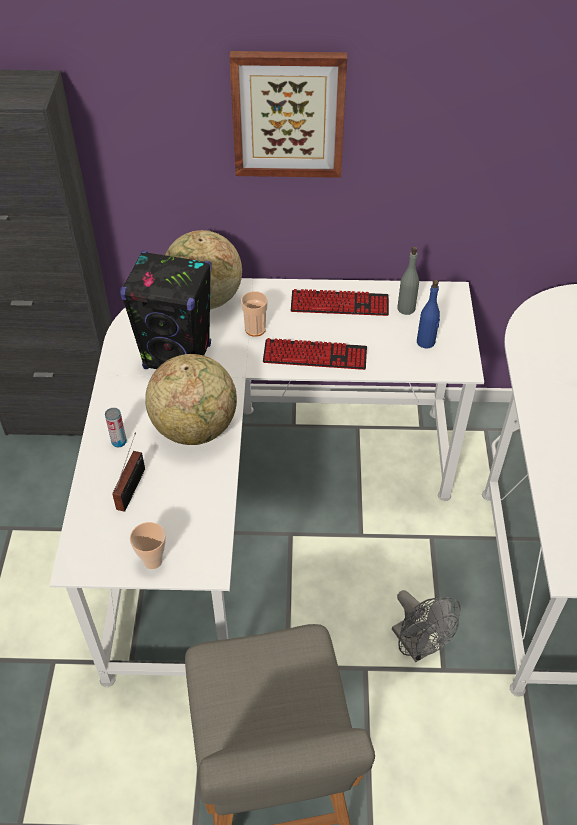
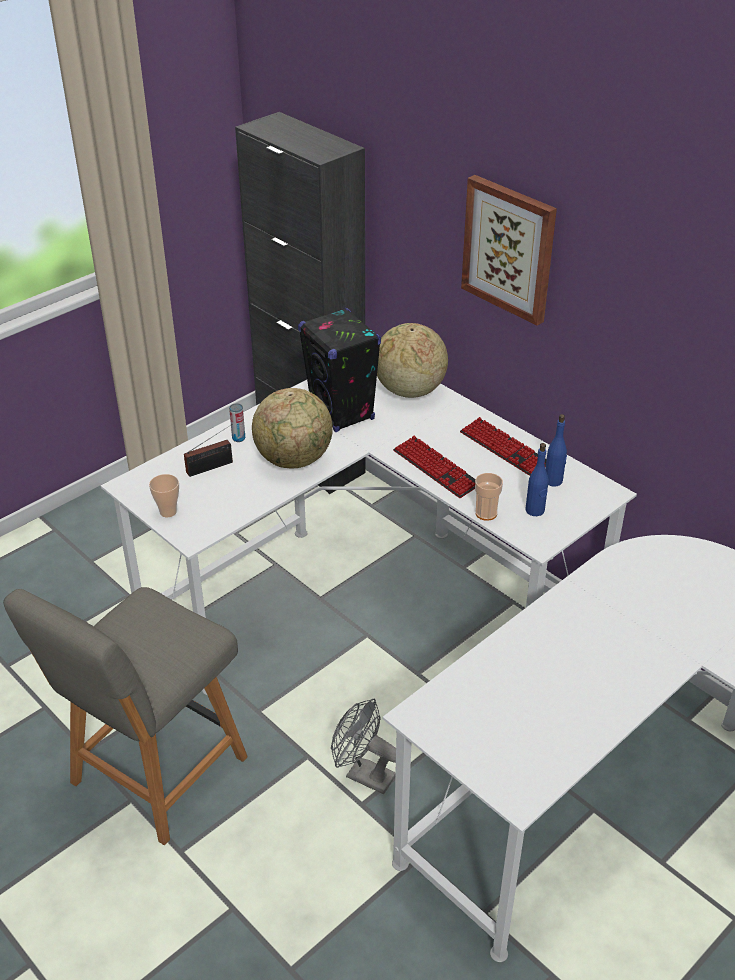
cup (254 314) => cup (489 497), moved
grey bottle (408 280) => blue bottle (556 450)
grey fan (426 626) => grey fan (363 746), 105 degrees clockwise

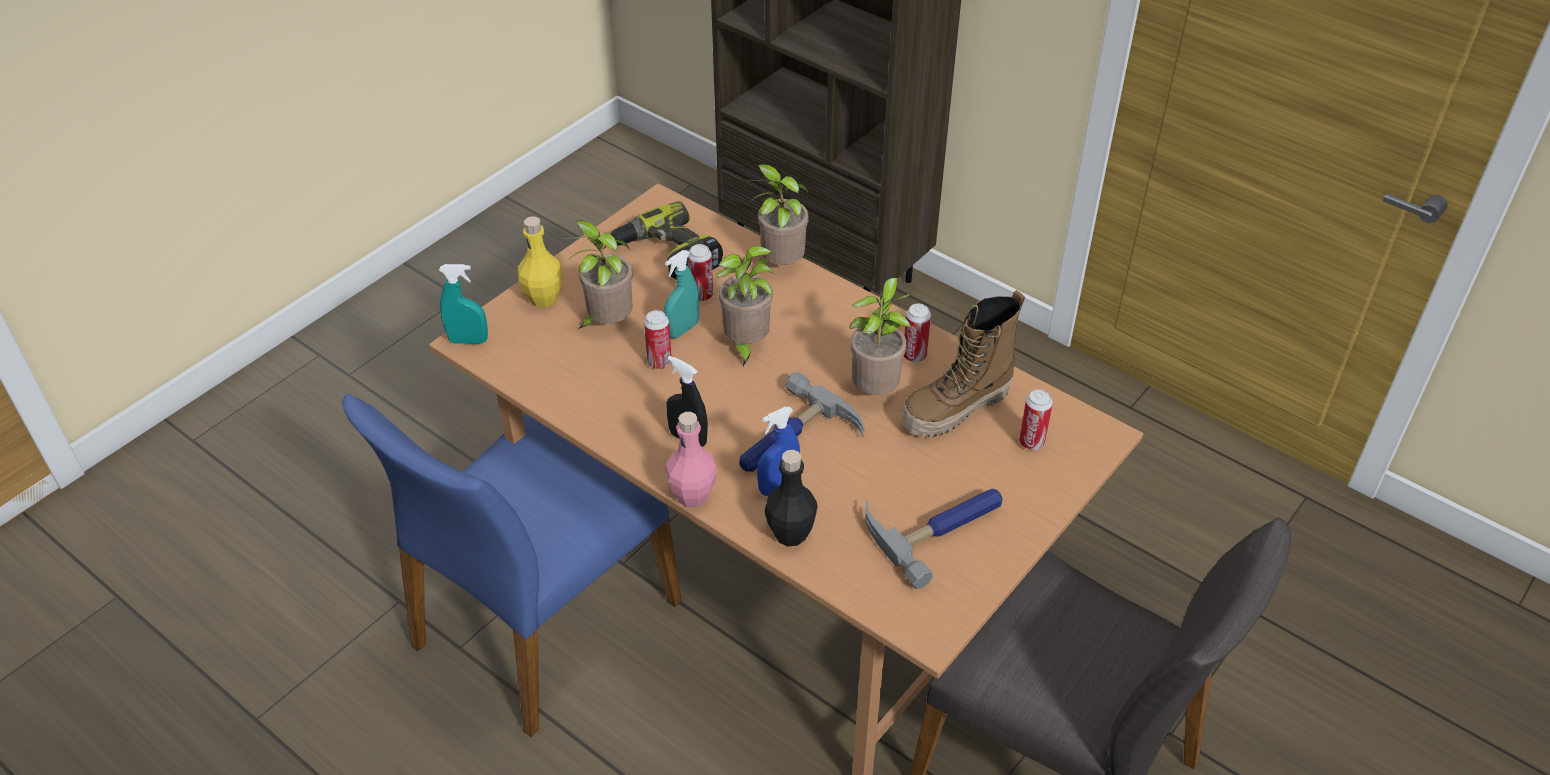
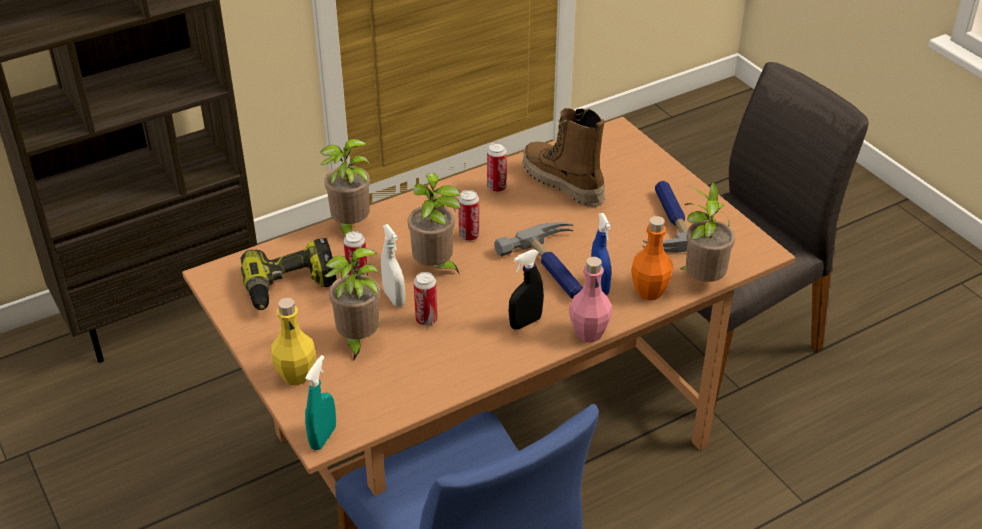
potted plant (880 336) => potted plant (707 231), moved
can (1036 419) => can (468 215), moved
turquoise spray bottle (681 294) => white spray bottle (393 265)
black bottle (791 498) => orange bottle (652 258)
boot (963 364) => boot (564 157), 150 degrees clockwise

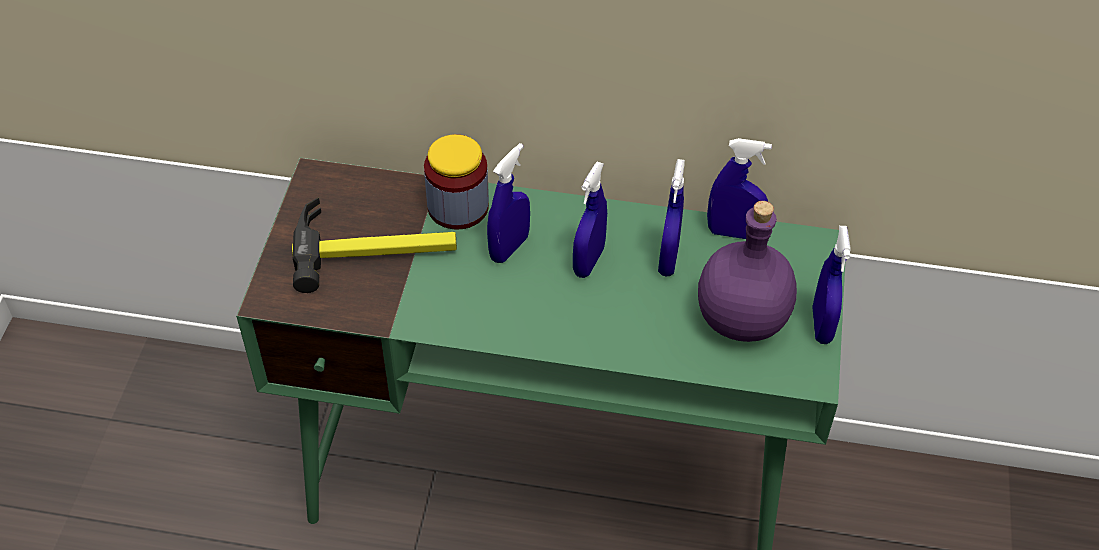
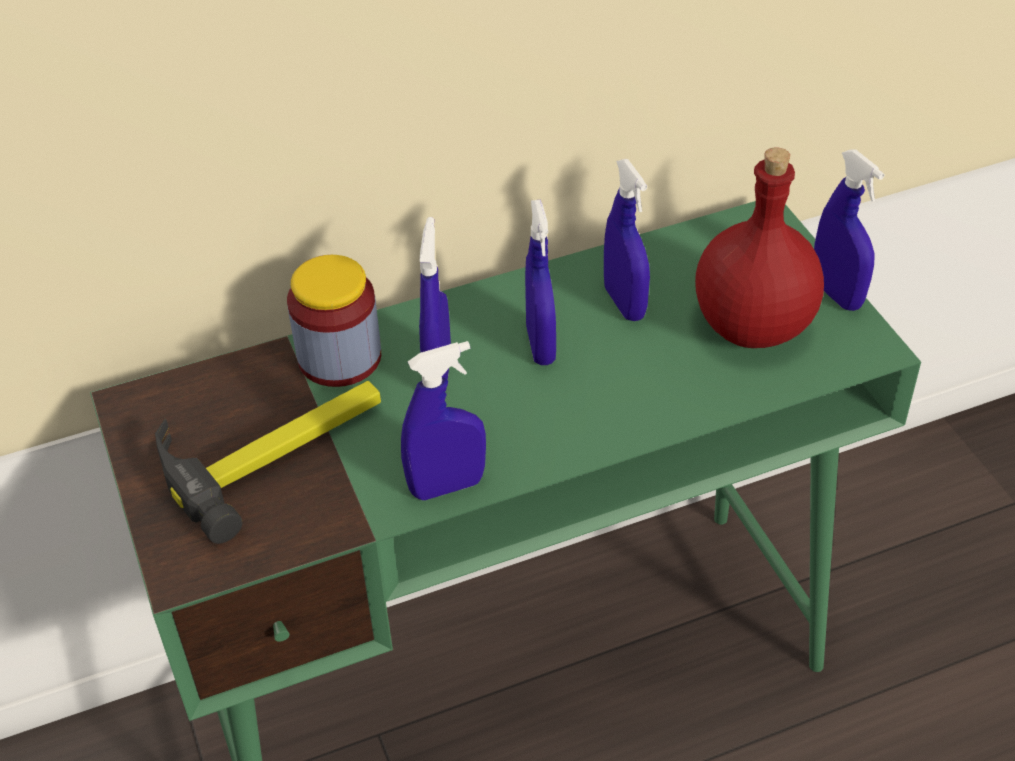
blue spray bottle (739 188) => blue spray bottle (443 420), moved
purple bottle (747 271) => red bottle (759 247)

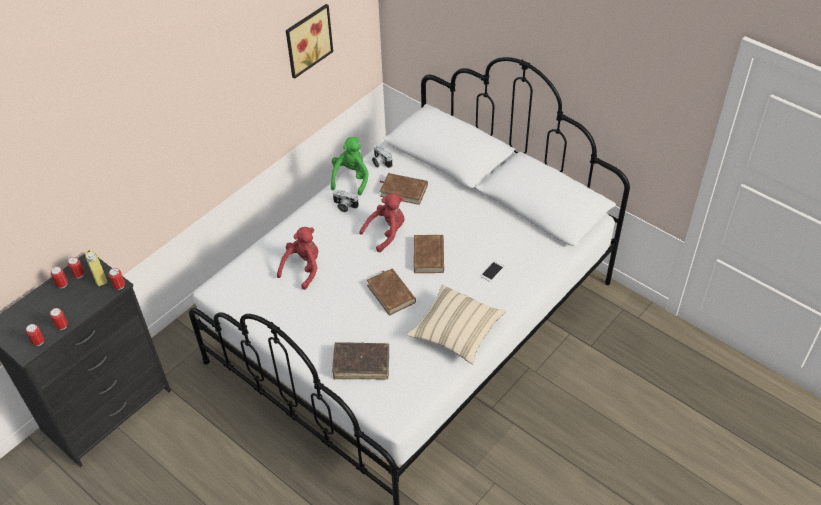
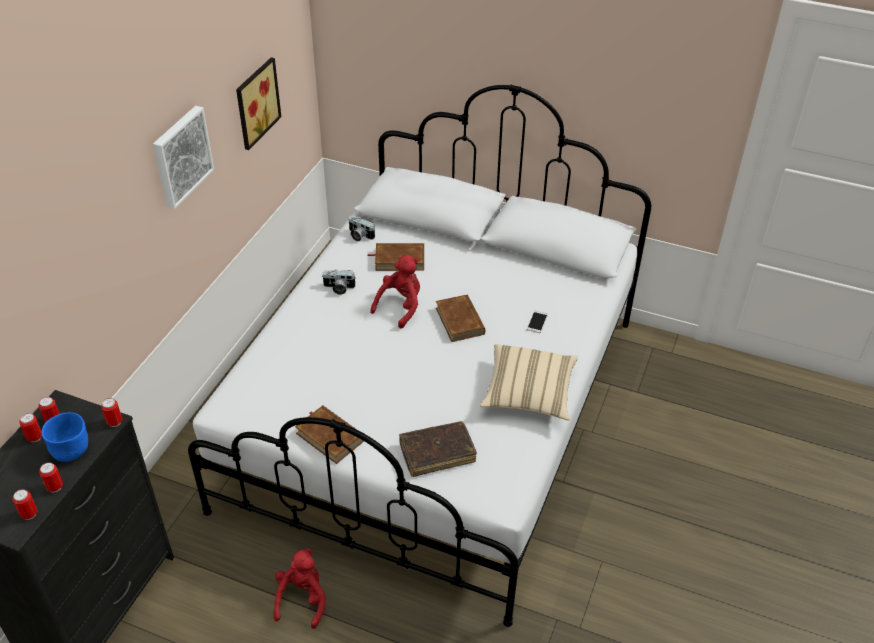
yellow bottle (96 268) => nothing
green plush toy (350 166) => nothing
nothing => blue bowl (65 437)
nothing => picture (183 157)
red plush toy (297 258) => red plush toy (299 588), moved
brown book (391 292) => brown book (329 434), moved

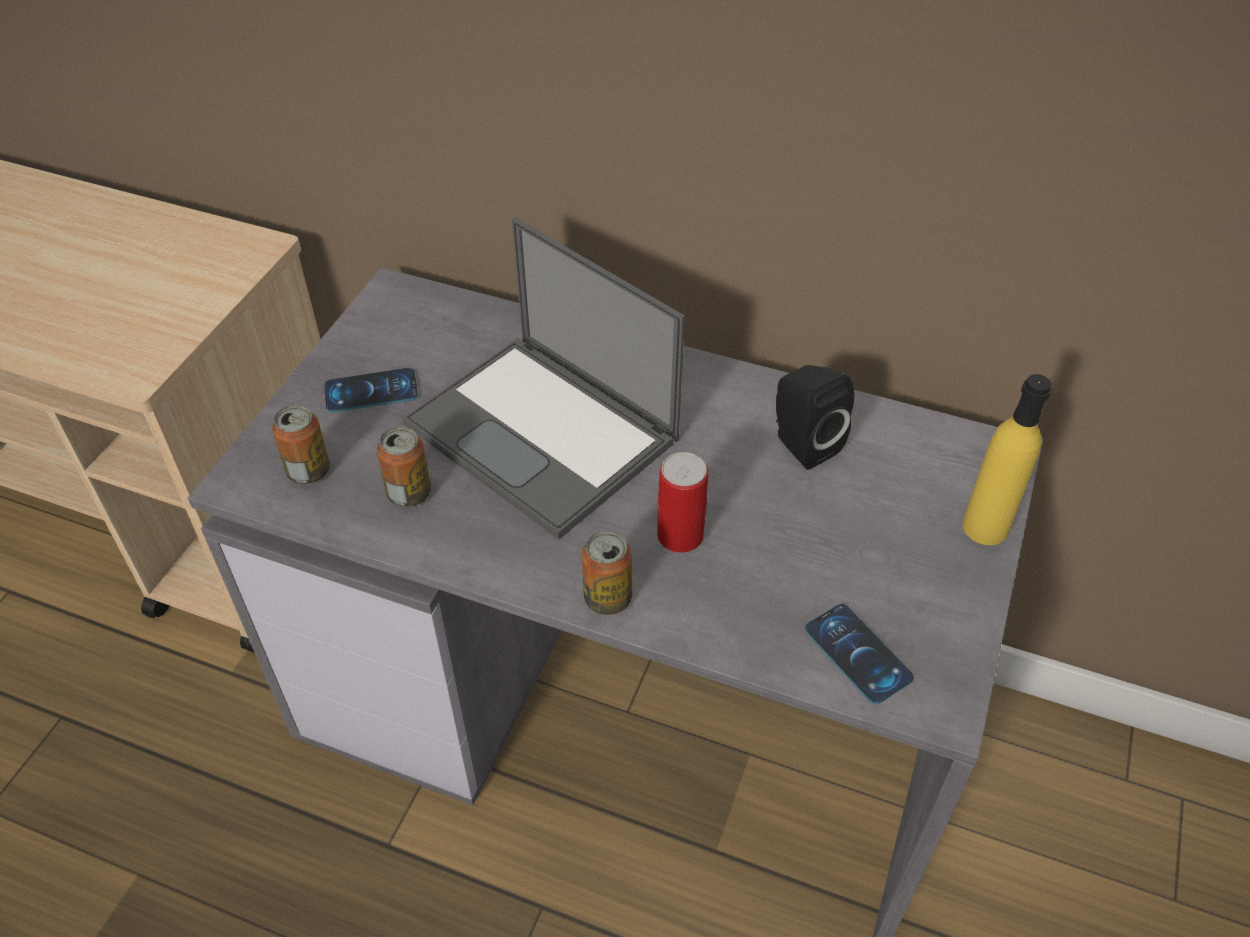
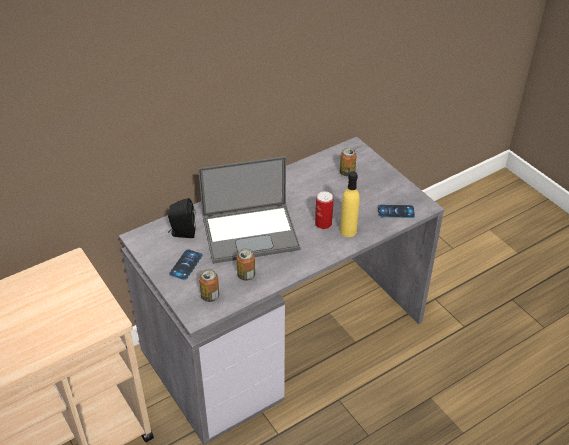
can (607 572) => can (348 162), moved
black speaker (815 417) => black speaker (182 218), moved
yellow bottle (1007 459) => yellow bottle (350 204), moved

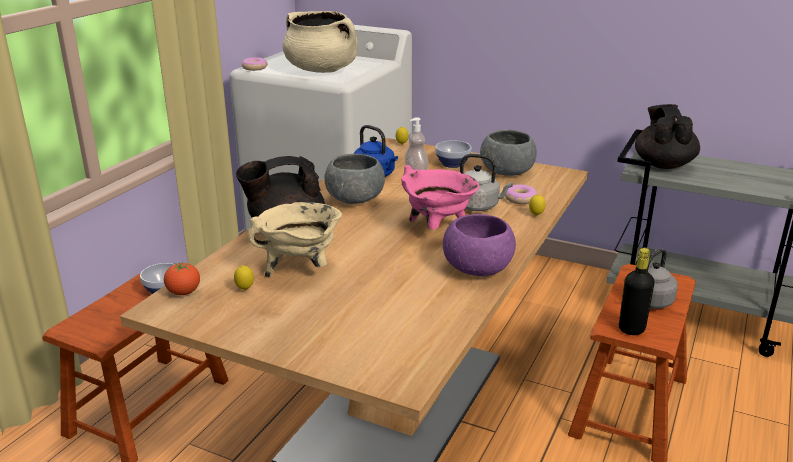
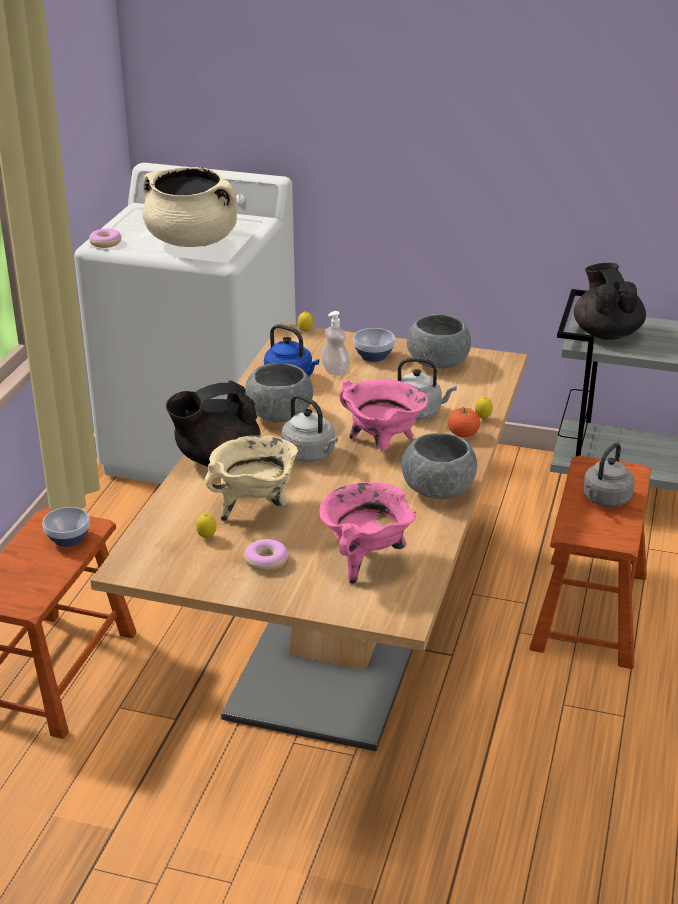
black bottle (637 291) => nothing
nothing => grey kettle (310 428)
nothing => pink cooking pot (368 533)
tomato (182 278) => tomato (464 422), moved
donut (521 194) => donut (266 555), moved
purple bowl (479 245) => grey bowl (439 466)

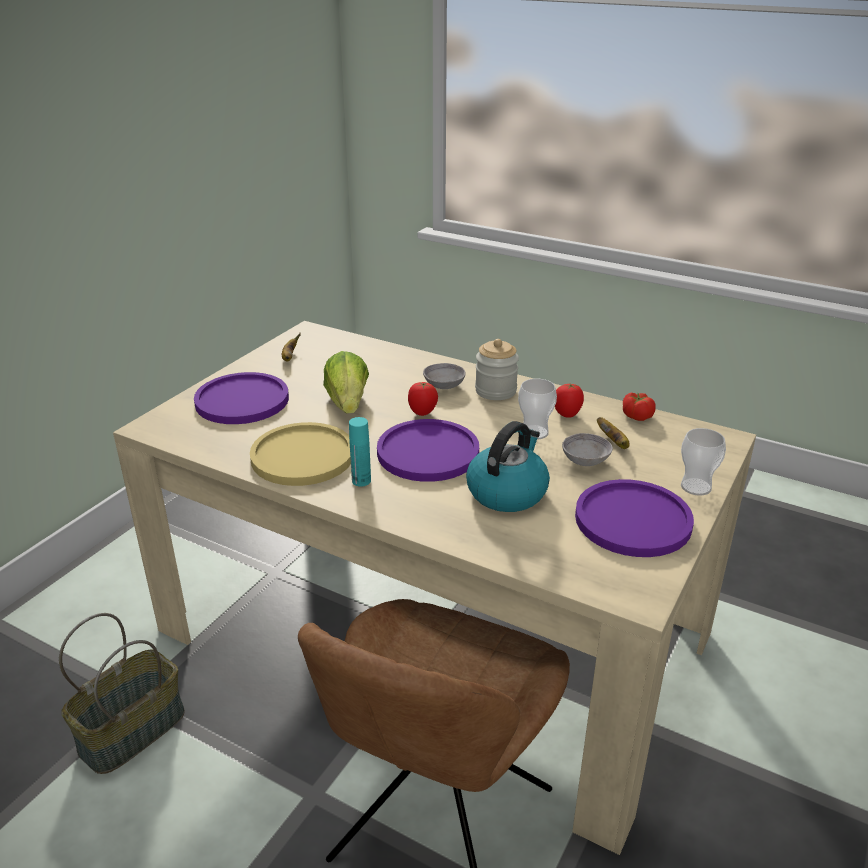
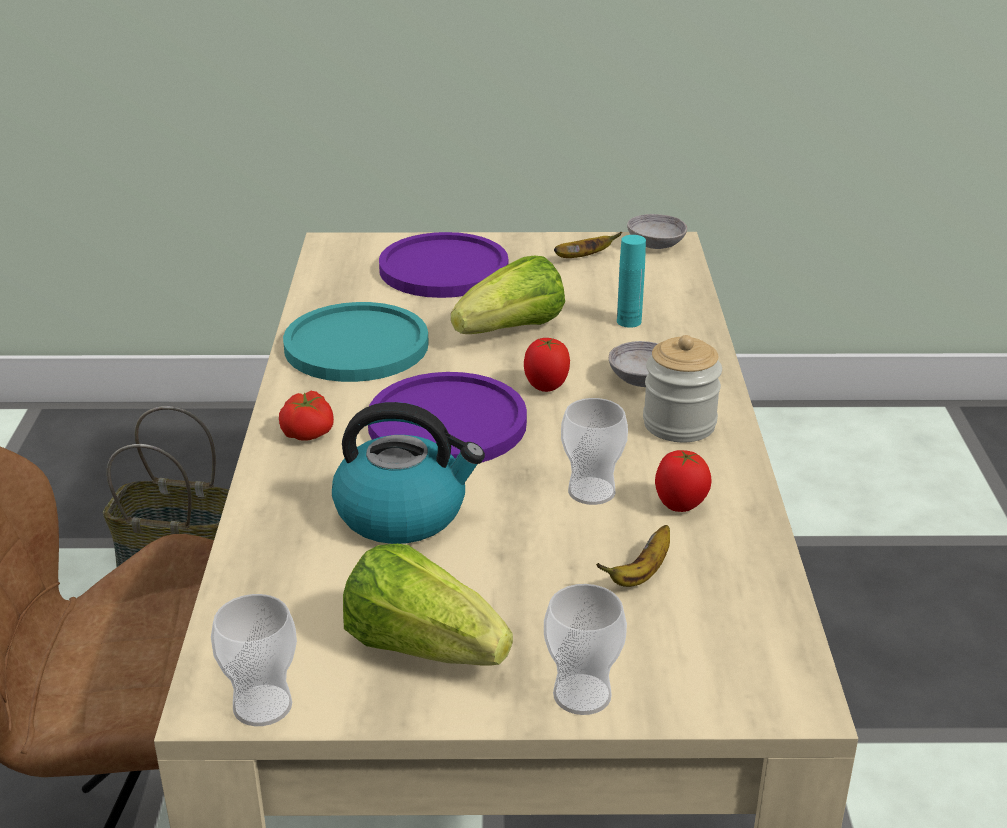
nothing => cup (254 660)
turquoise bottle (360 452) => turquoise bottle (631 281), moved
grey bowl (587 449) => grey bowl (657 231), moved
tomato (639 406) => tomato (306 416), moved
purple plate (634 518) => lettuce (428 605)
yellow plate (300 454) => turquoise plate (356 342)

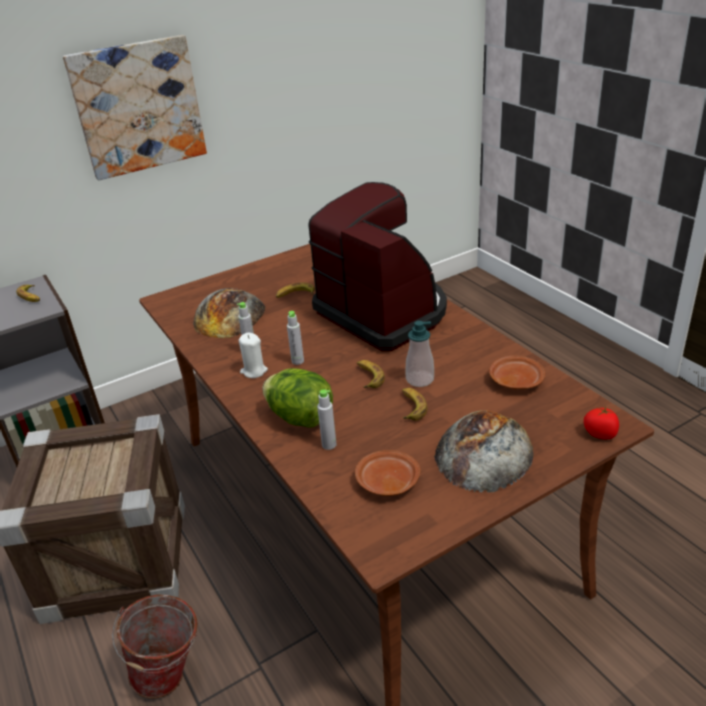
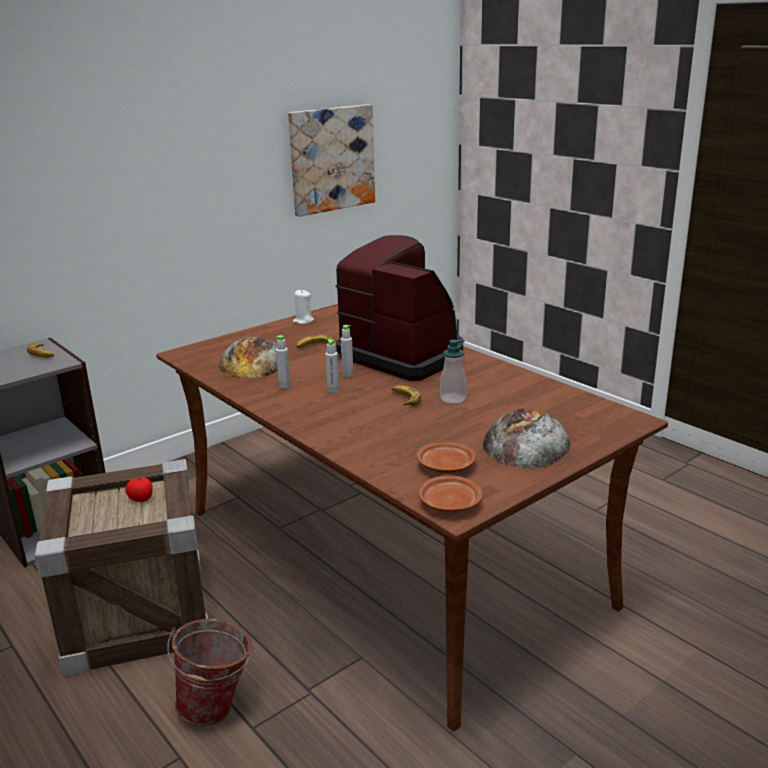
lettuce (298 398) => nothing
banana (414 404) => nothing
picture (135 107) => picture (331 160), moved
white candle (253 355) => white candle (303 307), moved
grey bottle (327 419) => grey bottle (347 351), moved
brown plate (517 372) => brown plate (450 493), moved
tomato (601 422) => tomato (139 489), moved

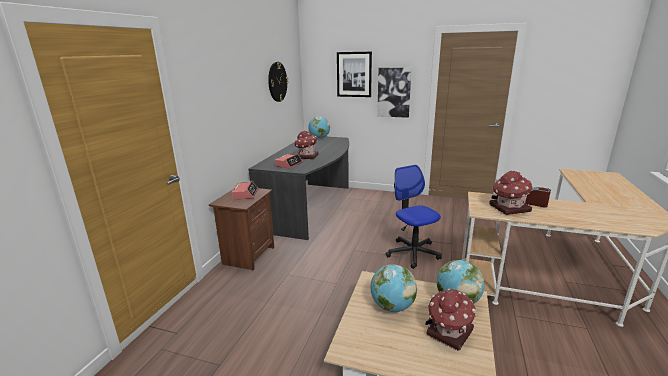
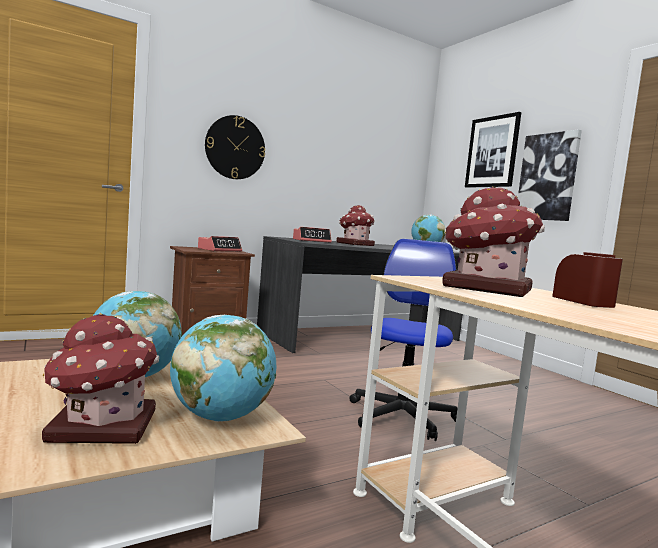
wall clock (278 82) => wall clock (235 147), moved

